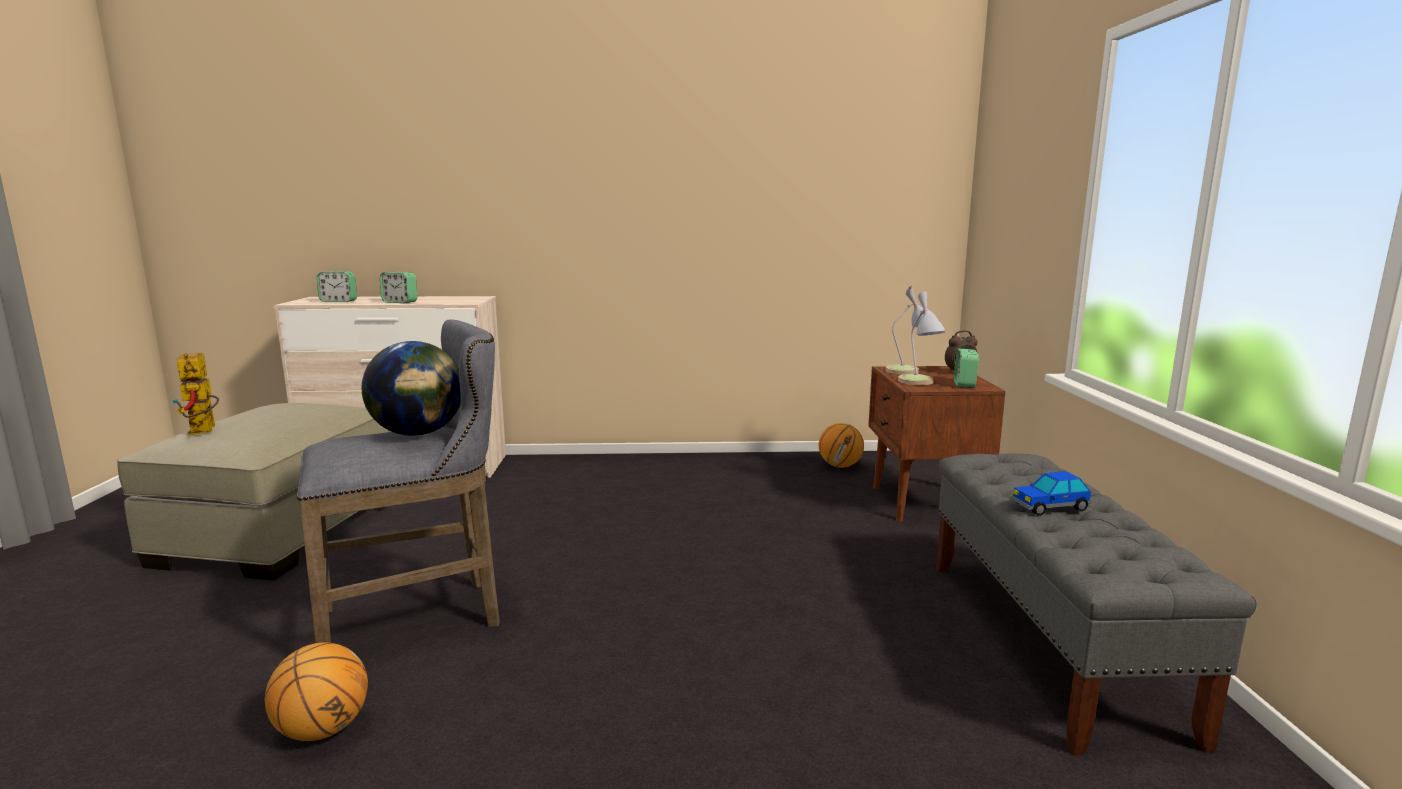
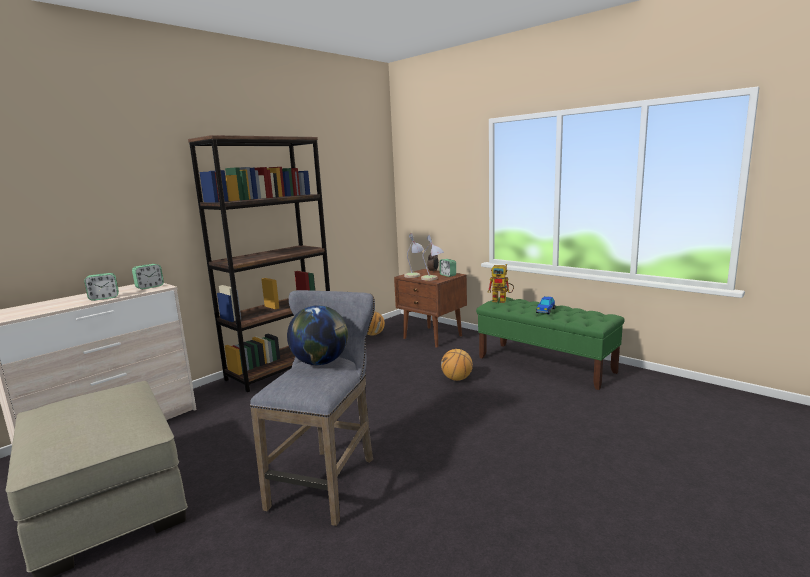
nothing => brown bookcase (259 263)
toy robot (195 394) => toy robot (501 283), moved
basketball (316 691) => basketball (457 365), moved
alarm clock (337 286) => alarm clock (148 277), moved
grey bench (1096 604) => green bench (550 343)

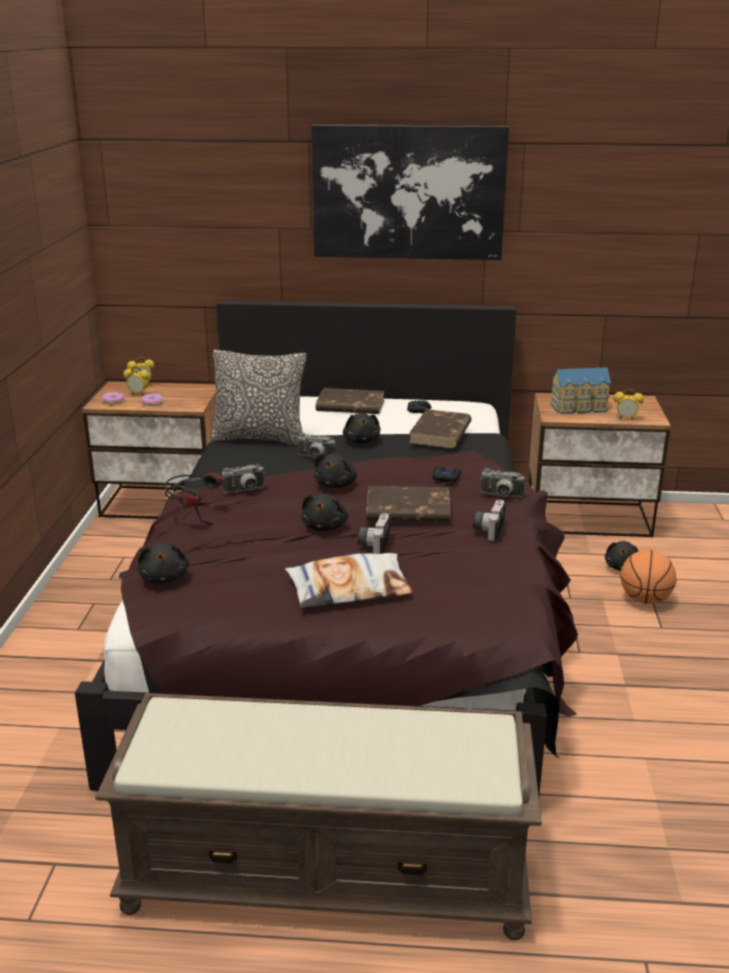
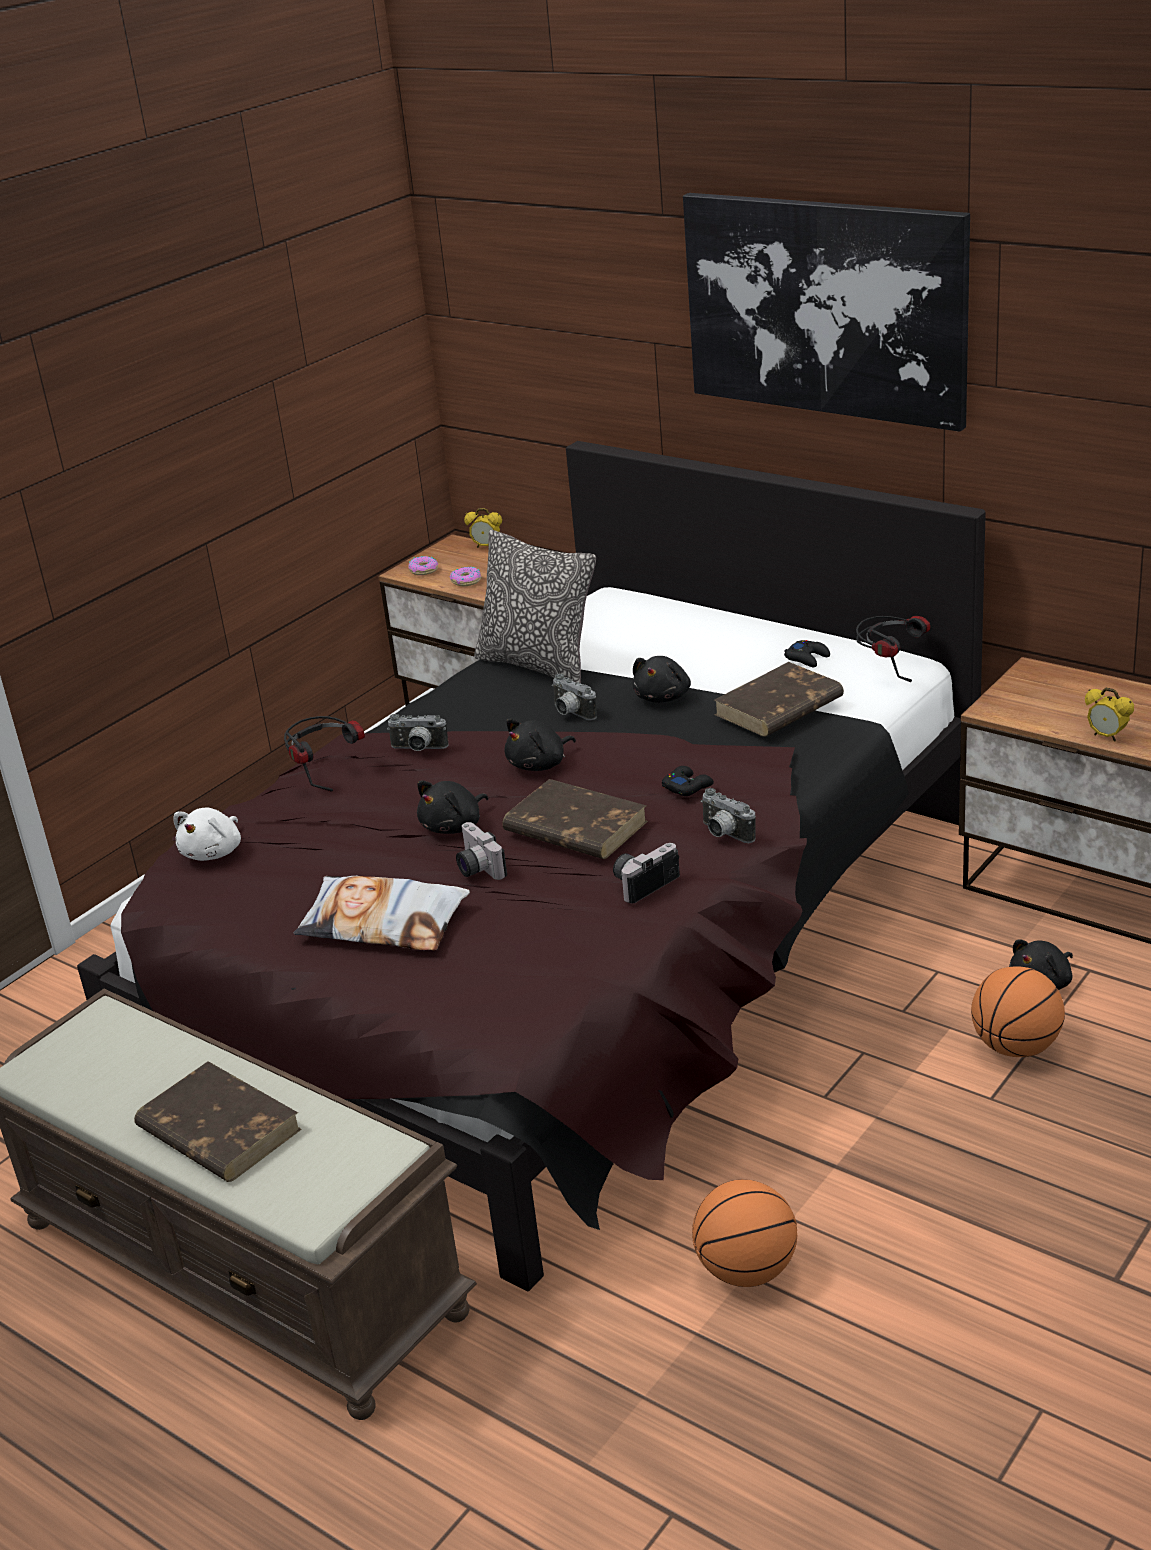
alarm clock (136 381) => nothing
toy house (580 390) => nothing
nothing => basketball (744 1233)
nothing => headphones (893 649)
brown book (350 401) => brown book (218 1121), moved
black plush toy (163 563) => white plush toy (207 834)
photo camera (374 533) => photo camera (481 851), 75 degrees counterclockwise

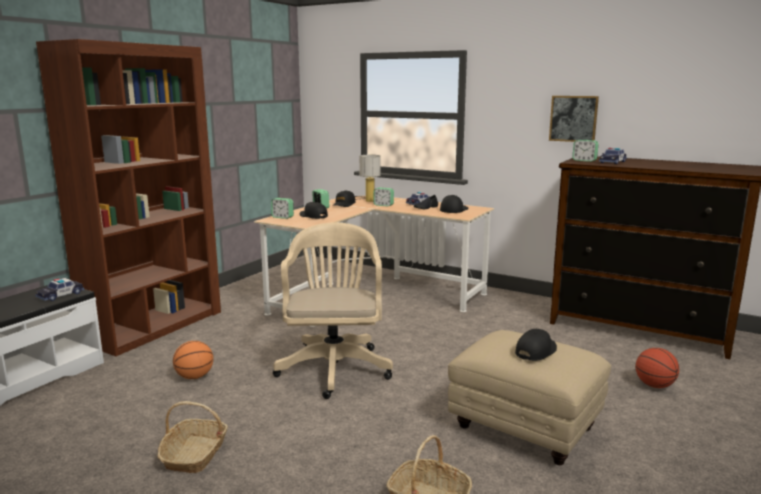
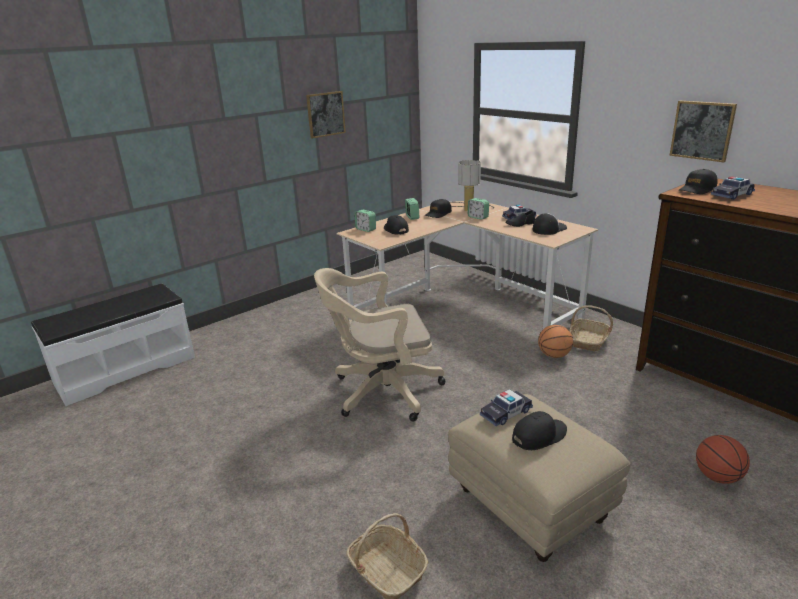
brown bookcase (128 197) => nothing
nothing => picture (326 115)
toy car (59 289) => toy car (506 407), moved
basket (193 437) => basket (591 328), moved
basketball (193 360) => basketball (555 341), moved
alarm clock (585 151) => black cap (698 181)
beige office chair (333 310) => beige office chair (380 345), 120 degrees counterclockwise

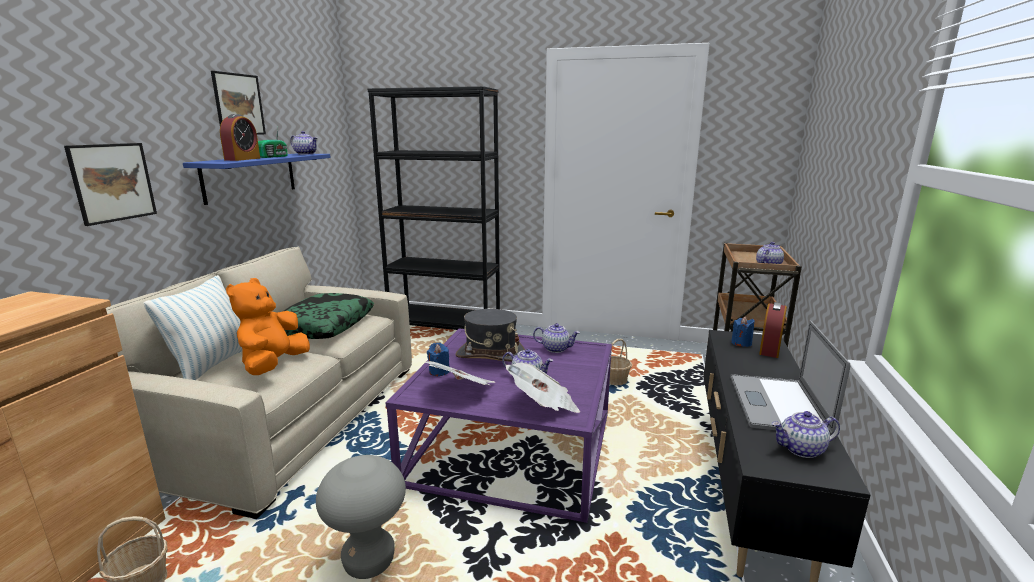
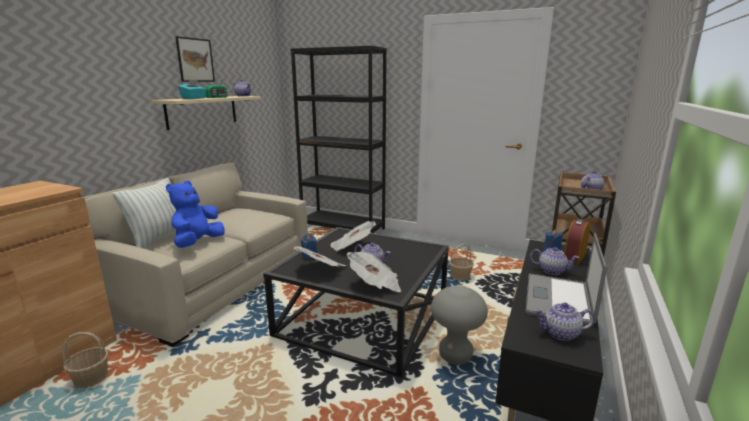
picture (110 184) => nothing
pillow (328 316) => nothing
grey stool (361 517) => grey stool (459 325), moved
teapot (556 338) => teapot (554 261), moved
alarm clock (240 137) => turquoise tissue box (192 89)
grey hat (490 335) => newspaper (353 236)
blue shelf (257 179) => beige shelf (206 113)
orange plush toy (268 326) => blue plush toy (195 214)
purple coffee table (499 425) => black coffee table (356 302)

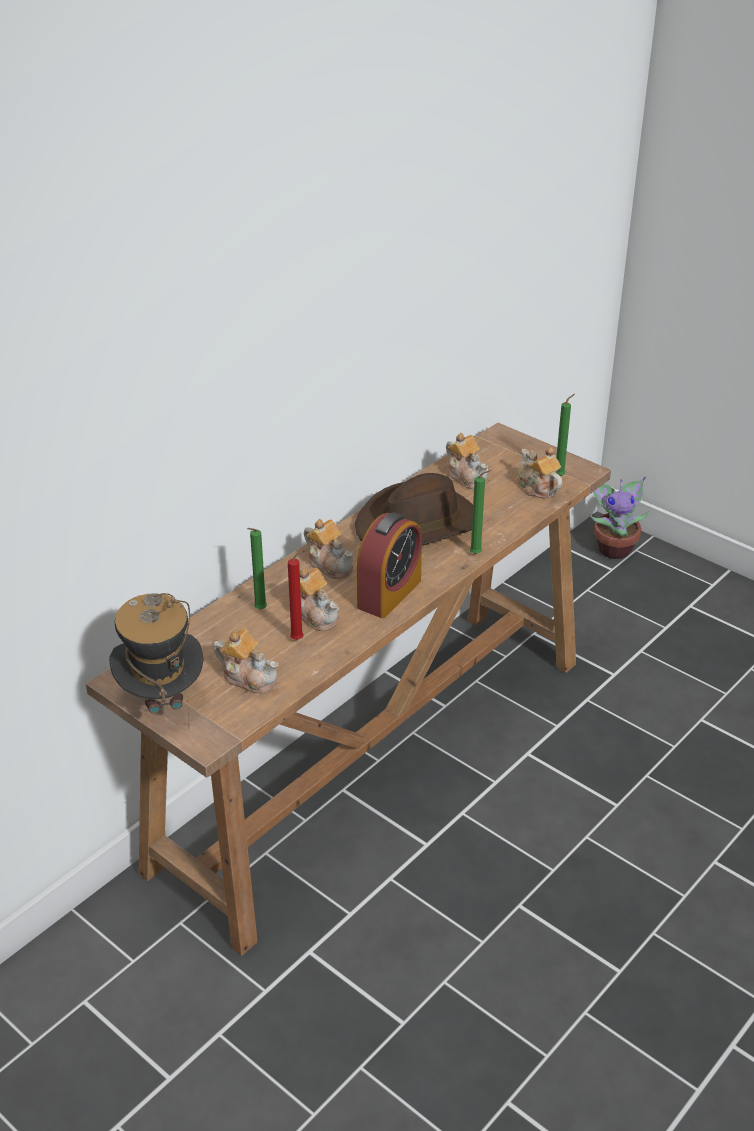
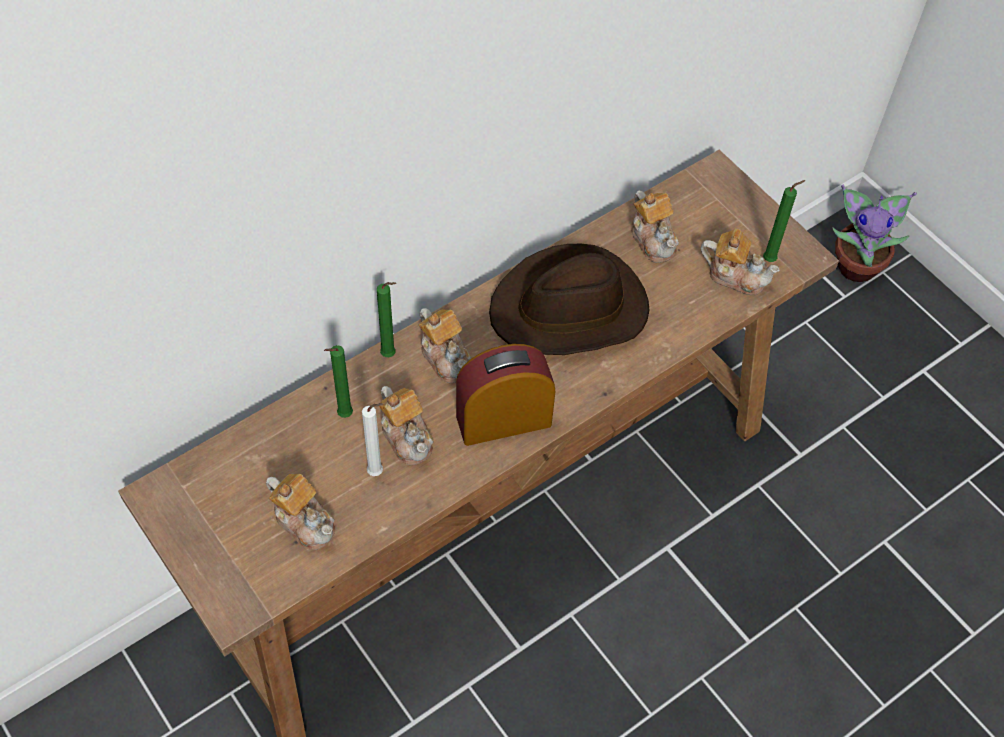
hat (156 660) => nothing
green candle (480 512) => green candle (386 319), moved
red candle (296 595) => white candle (372 439)
alarm clock (389 565) => alarm clock (505 395), 150 degrees counterclockwise
teapot (540 472) => teapot (740 262), 135 degrees clockwise

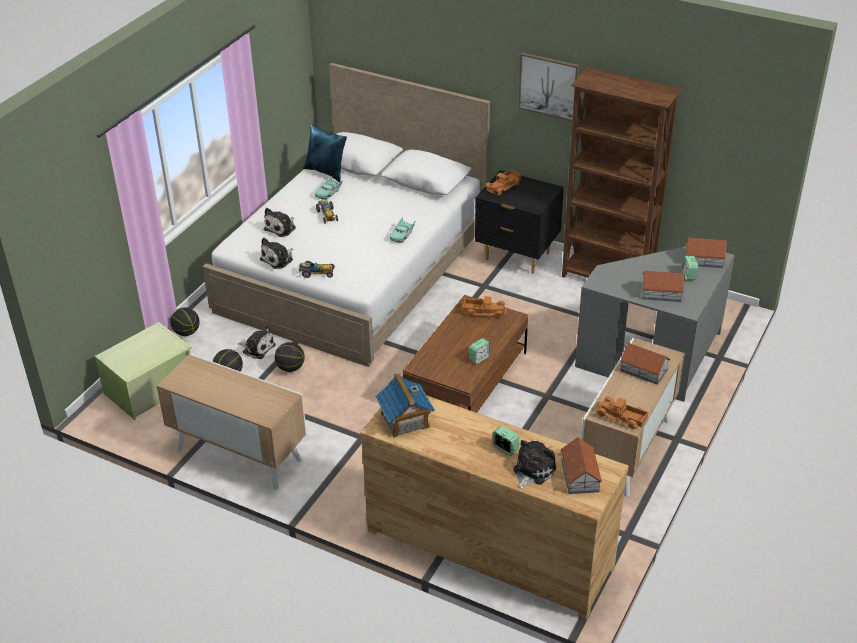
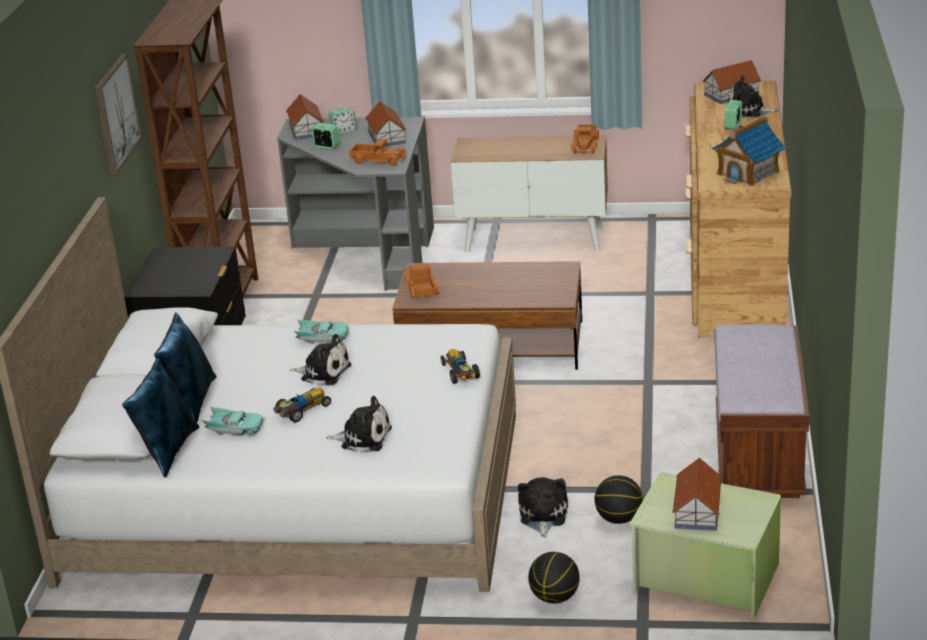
basketball (290 357) => nothing
nothing => blue pillow (185 367)
plush toy (276 253) => plush toy (320 359), moved
alarm clock (479 351) => alarm clock (325 136), moved
toy truck (503 182) => toy truck (378 152), moved
toy house (645 364) => toy house (697 494), moved
cabinet (232 422) => brown bench (761 411)

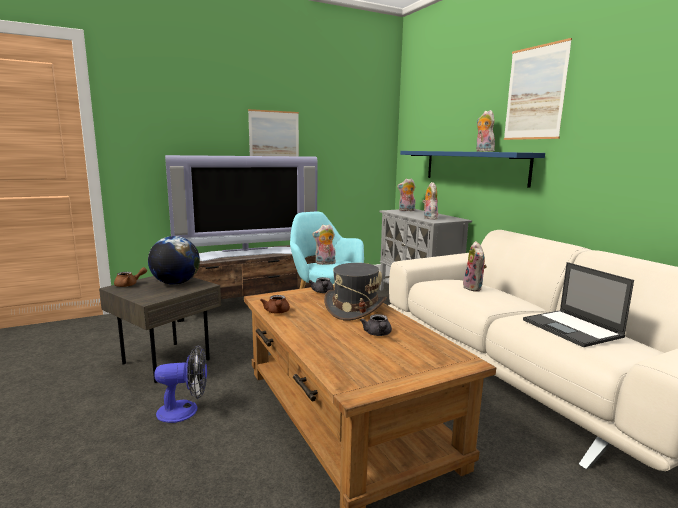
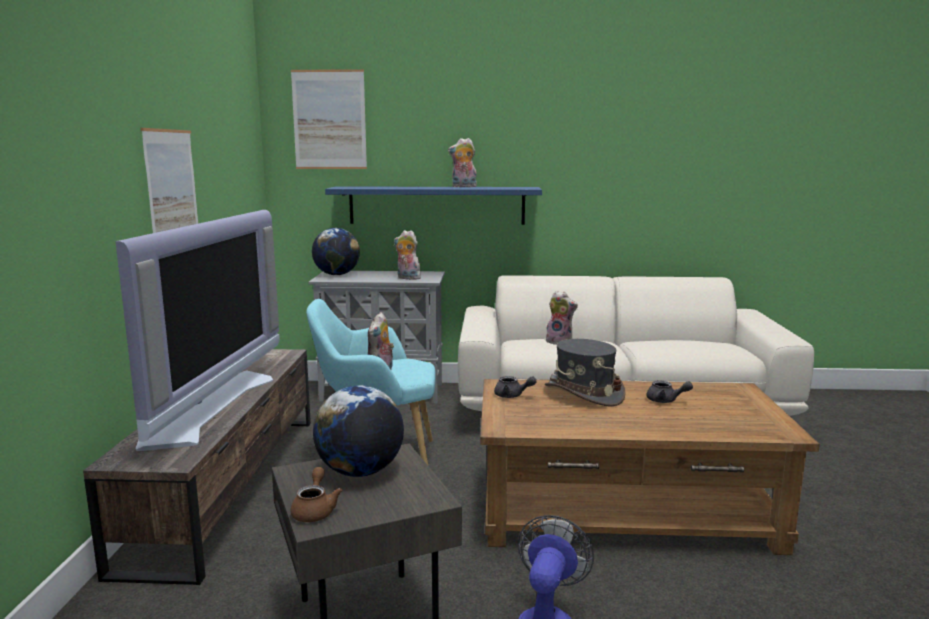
brown teapot (275 304) => nothing
laptop (578 304) => nothing
picture (538 89) => picture (329 119), moved
plush toy (406 194) => globe (336 251)

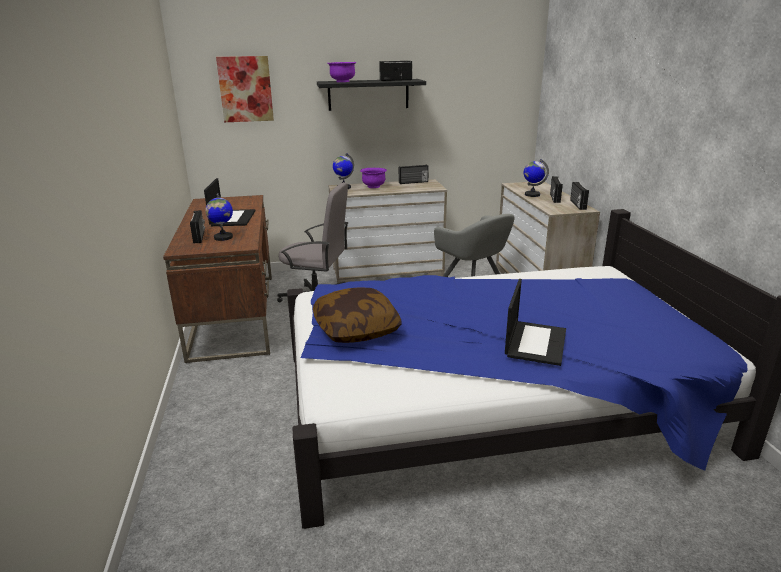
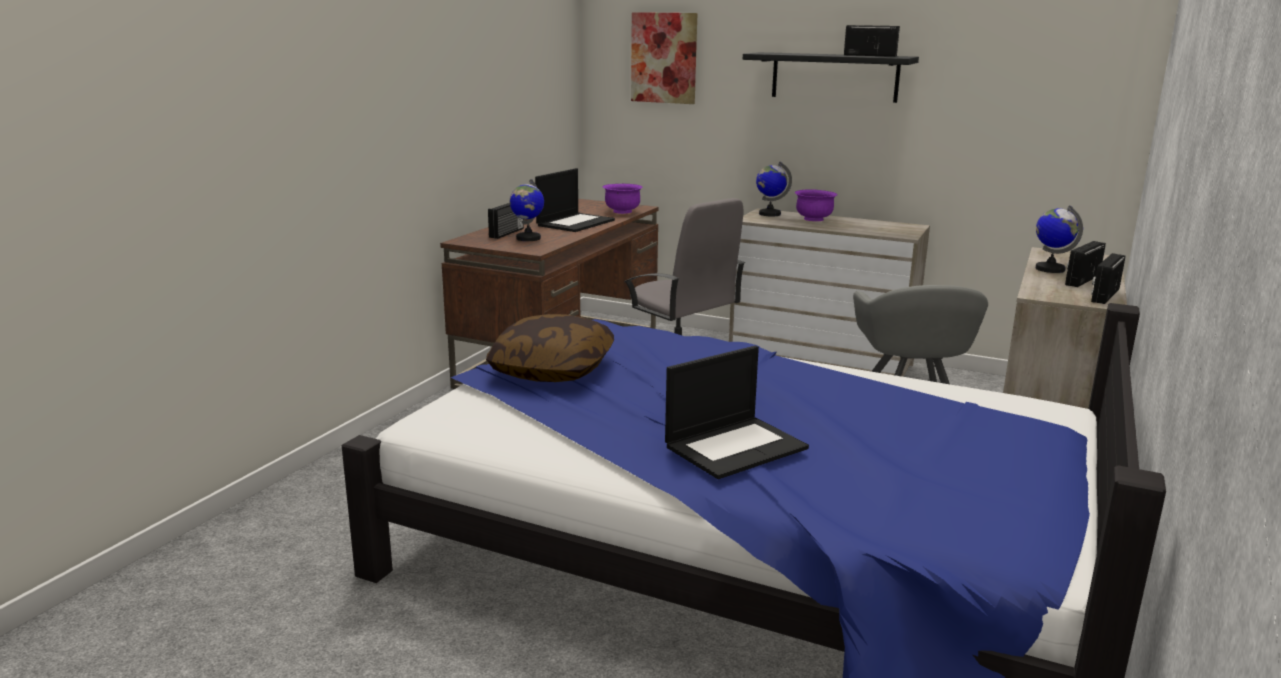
radio (414 174) => nothing
purple bowl (342 72) => purple bowl (623 199), moved

